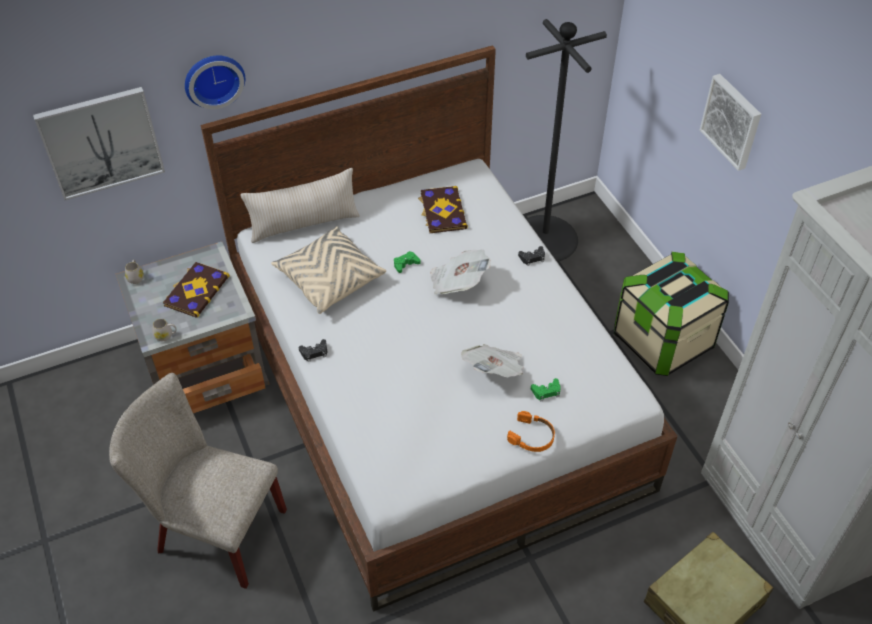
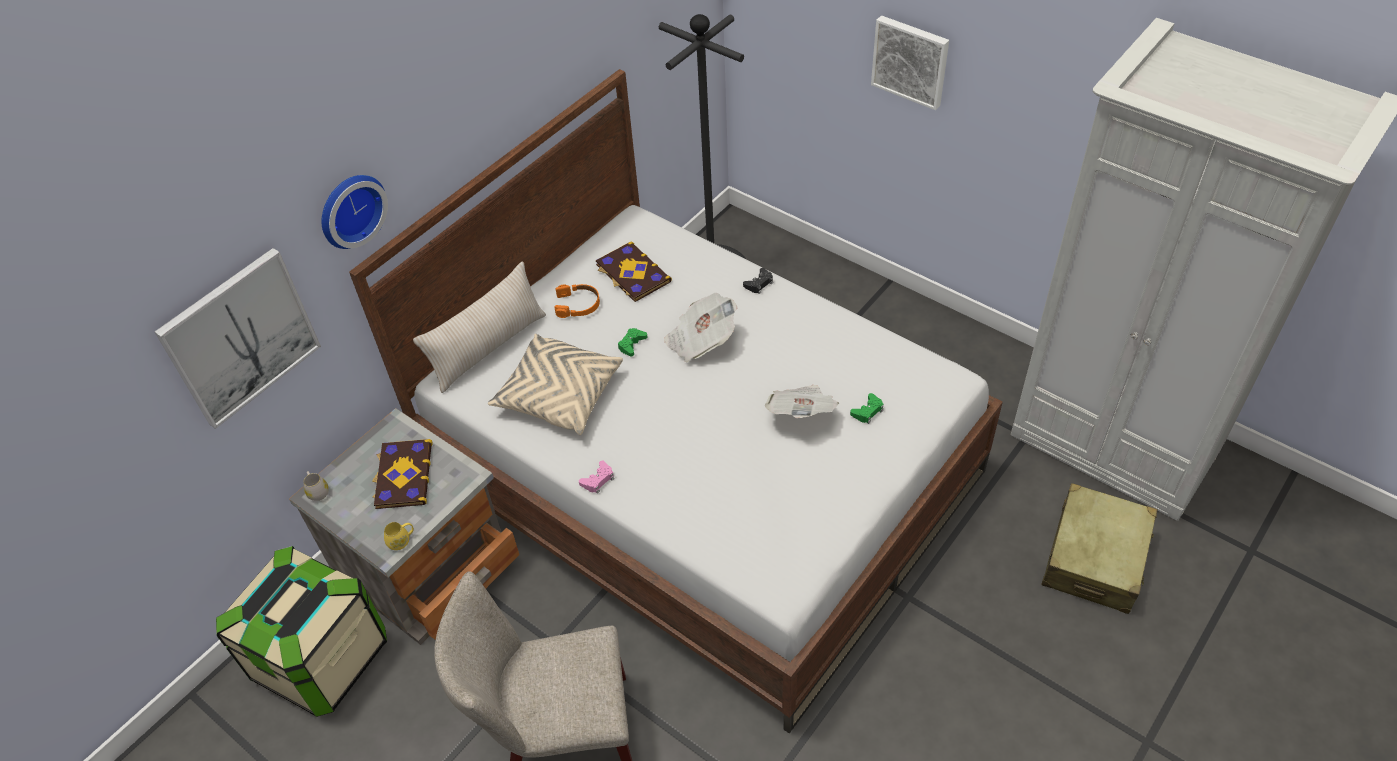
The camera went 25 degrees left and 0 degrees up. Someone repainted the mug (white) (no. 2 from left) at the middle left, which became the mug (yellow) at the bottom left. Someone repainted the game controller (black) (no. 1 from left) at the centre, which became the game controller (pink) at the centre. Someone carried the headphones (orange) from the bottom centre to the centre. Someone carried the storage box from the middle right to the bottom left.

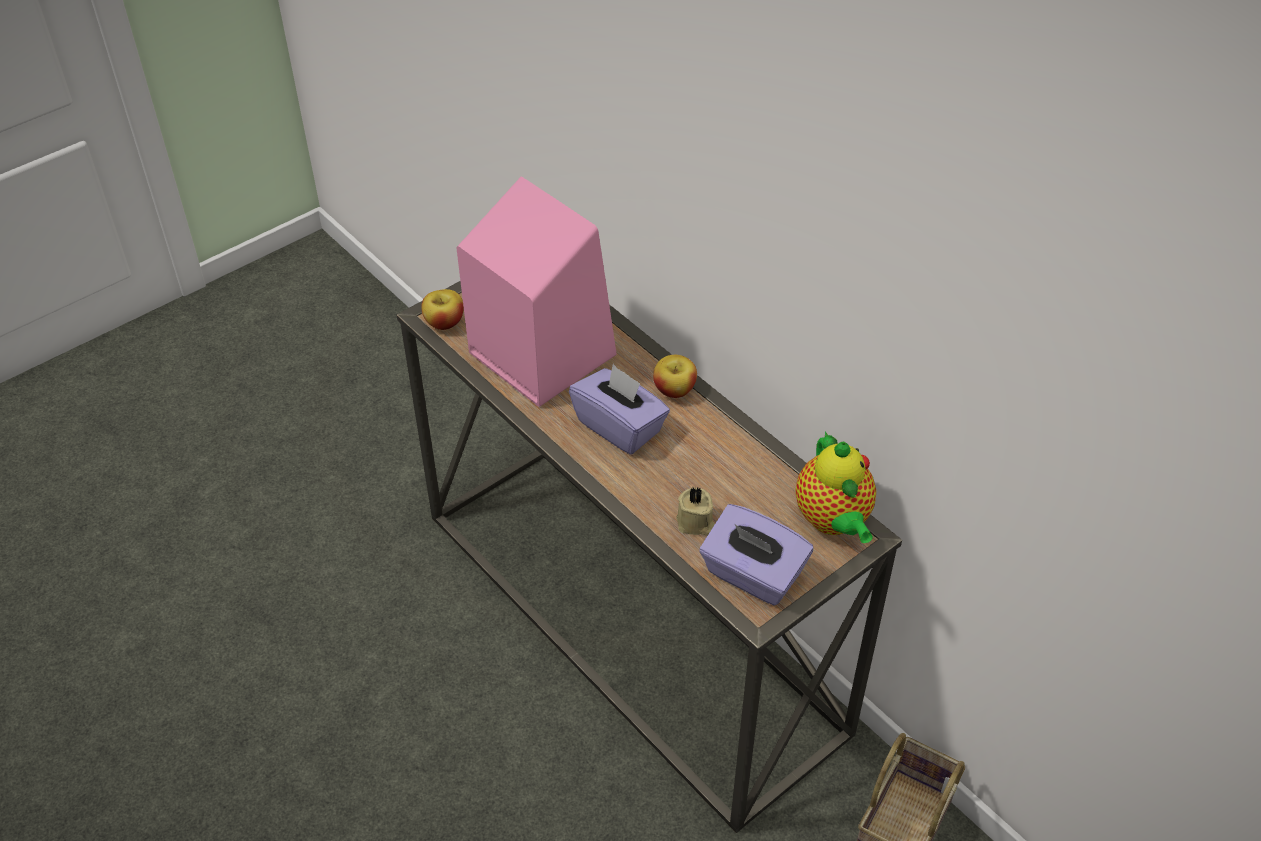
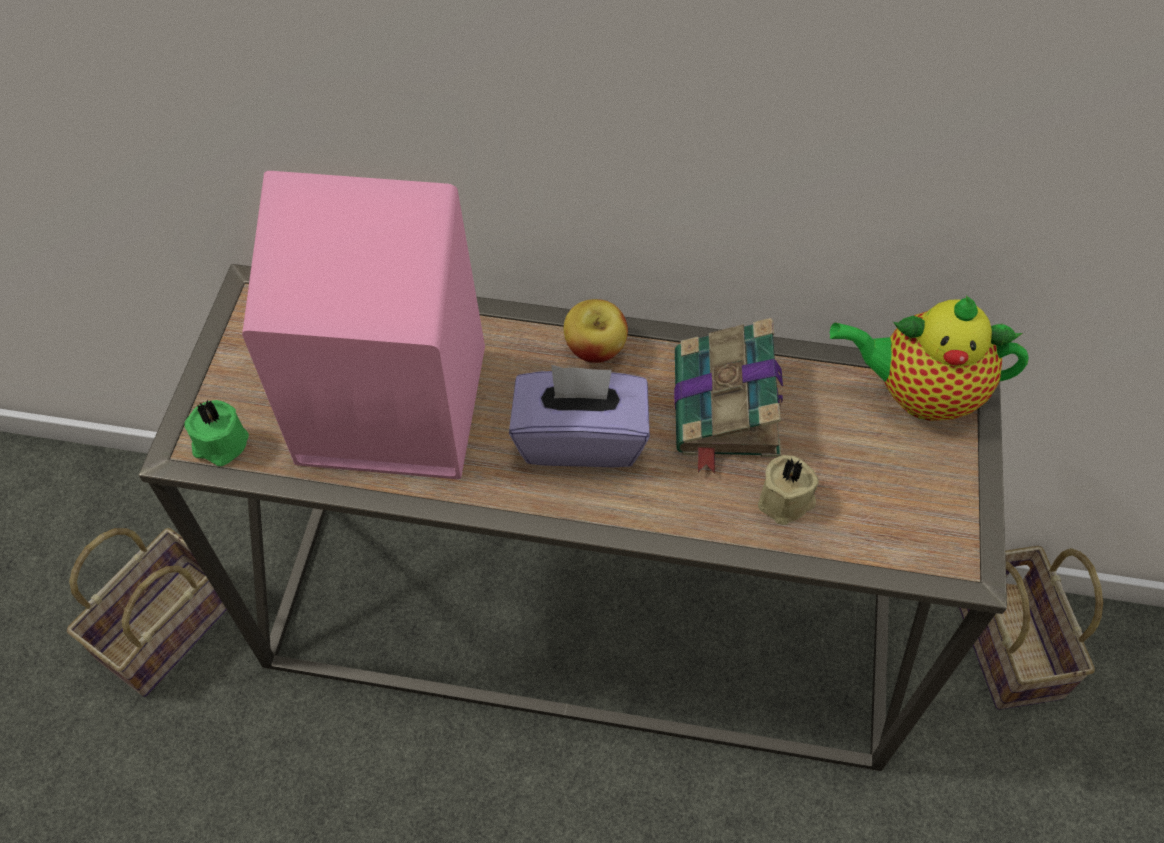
The camera went 40 degrees left and 10 degrees up. Someone swapped the apple (no. 1 from left) at the centre for the candle (green) at the middle left. Someone took away the tissue box (purple) (no. 2 from left) at the centre. Someone rotated the teapot at the centre by 150 degrees clockwise. Someone put down the basket (no. 1 from left) at the bottom left. Someone put down the book at the centre.

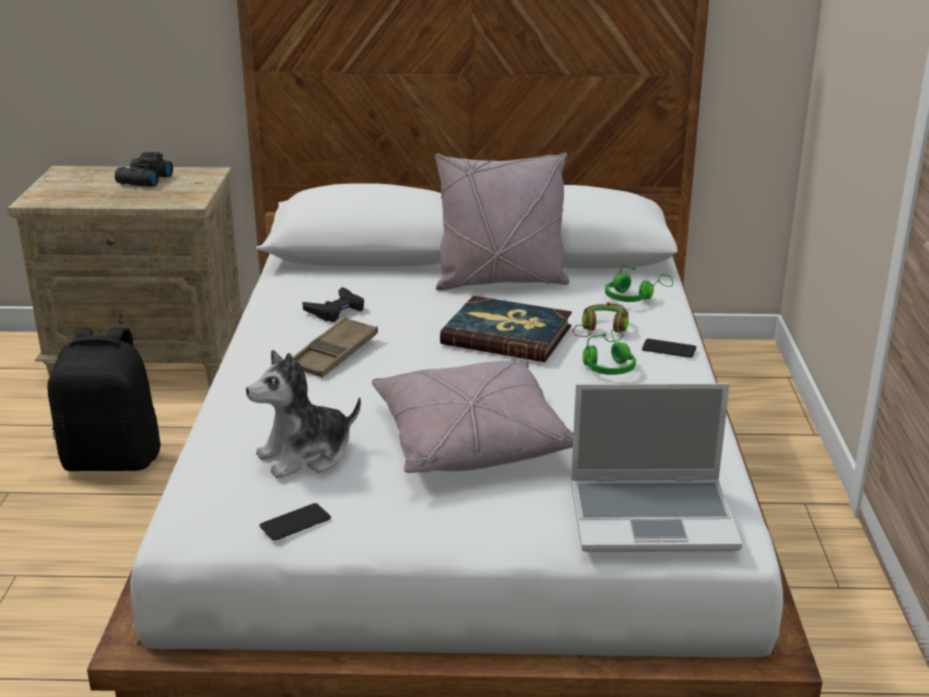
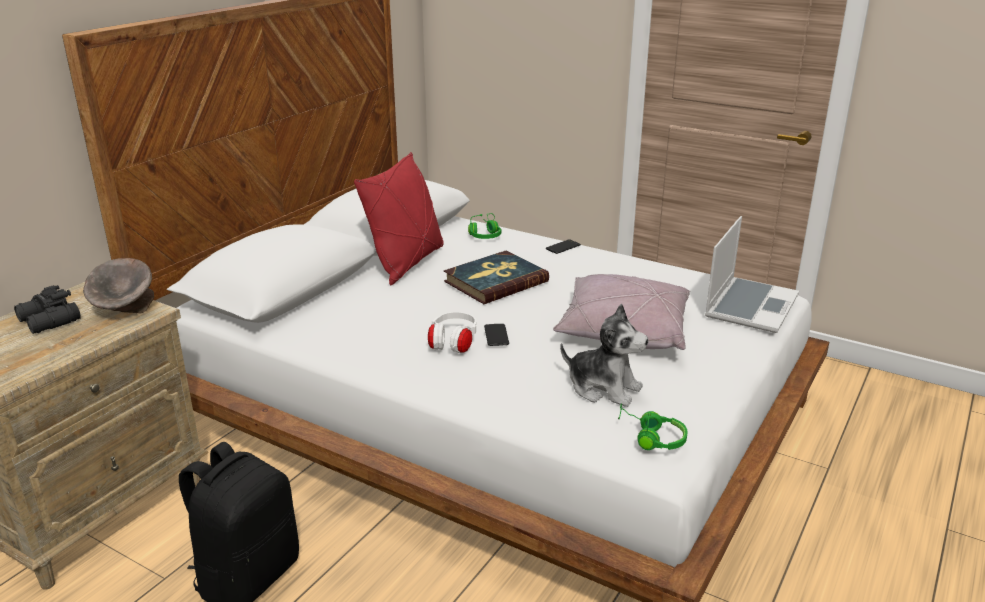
The camera went 60 degrees left and 0 degrees up. Someone rotated the plush toy at the middle left by 60 degrees counterclockwise. Someone carried the phone (no. 1 from left) from the bottom left to the centre. Someone swapped the tray (brown) at the centre for the headphones (white) at the centre. Someone took away the game controller (black) at the centre. Someone repainted the pillow (purple) (no. 2 from left) at the top centre, which became the pillow (red) at the centre. Someone took away the headphones (brown) at the centre. Someone carried the headphones (green) (no. 1 from left in the first image) from the centre to the bottom centre. Someone put down the bowl (grey) at the middle left.

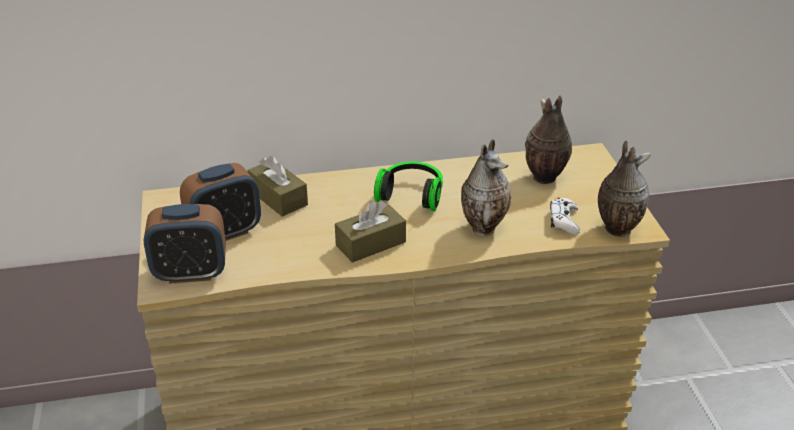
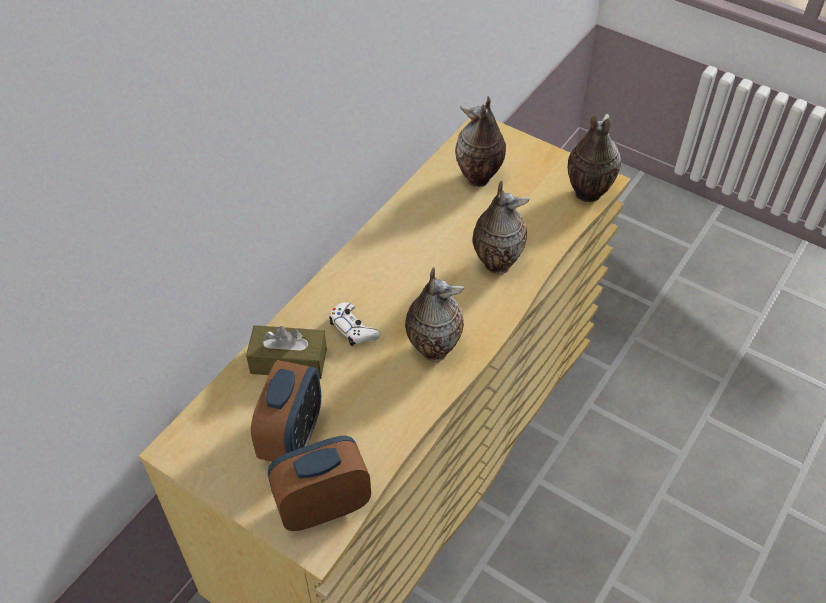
The camera went 45 degrees left and 15 degrees up. Someone rotated the alarm clock (no. 1 from left in the first image) at the middle left by 150 degrees counterclockwise. Someone swapped the tissue box (brown) (no. 2 from left) at the centre for the vase (no. 1 from left) at the centre. Someone took away the headphones at the centre. Someone carried the game controller (white) from the middle right to the centre.

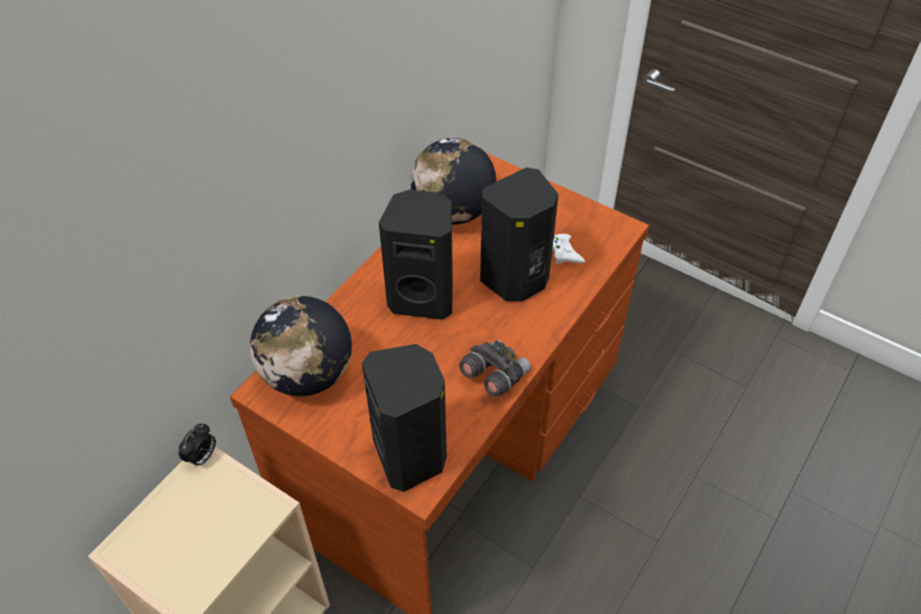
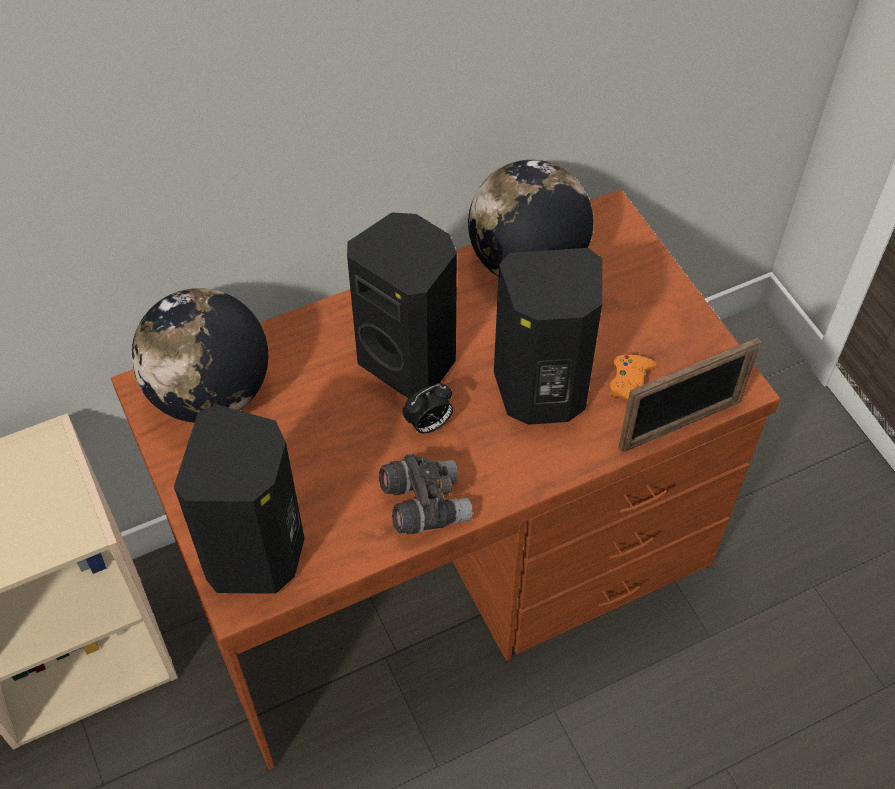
The camera went 30 degrees right and 5 degrees up. Someone carried the alarm clock from the bottom left to the centre. Someone repainted the game controller (white) at the centre, which became the game controller (orange) at the middle right. Someone put down the picture frame at the middle right.

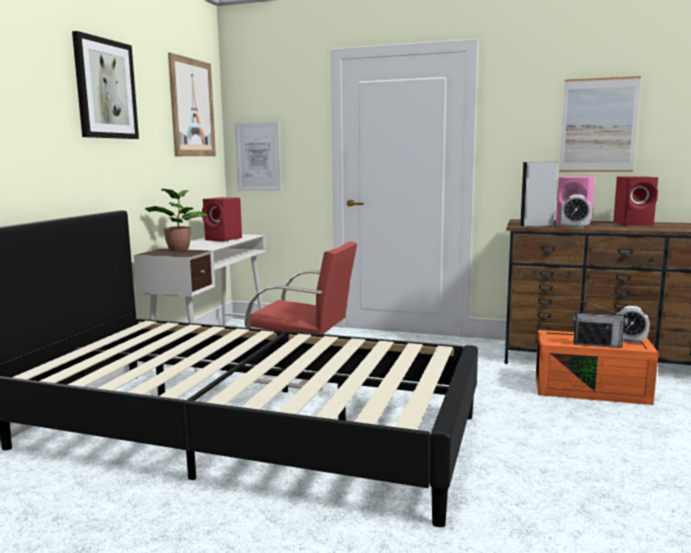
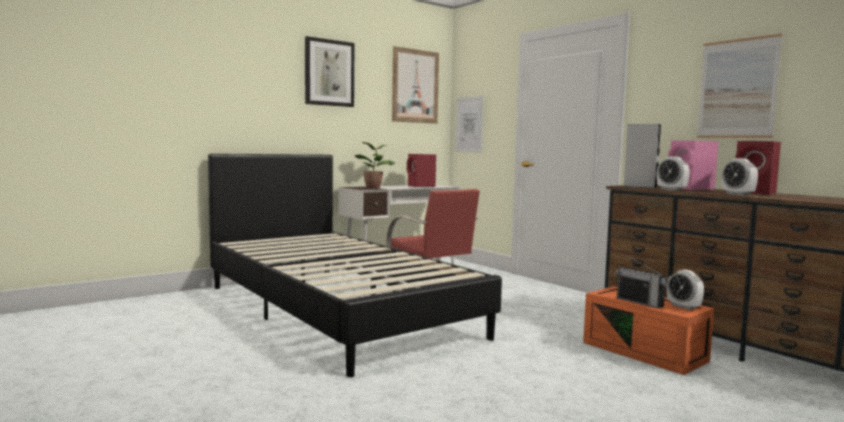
The camera went 35 degrees right and 5 degrees down. Someone put down the alarm clock (no. 3 from left) at the middle right.

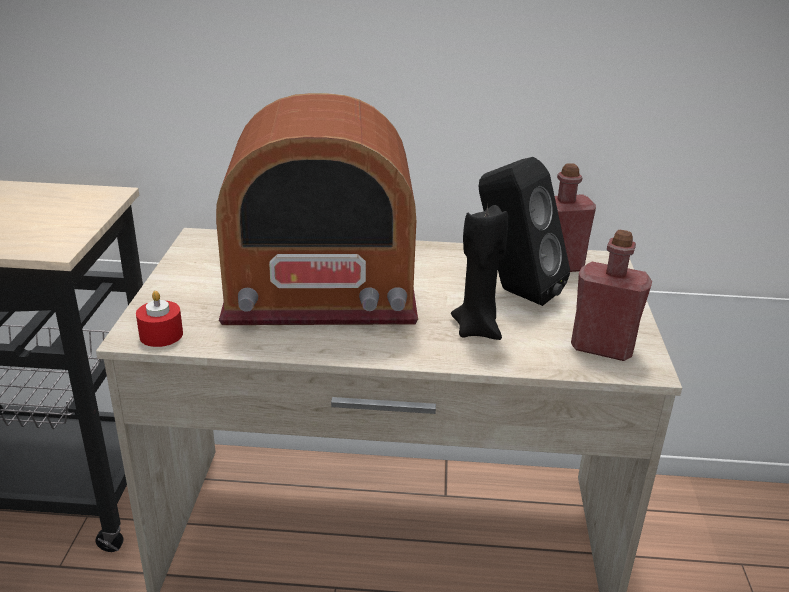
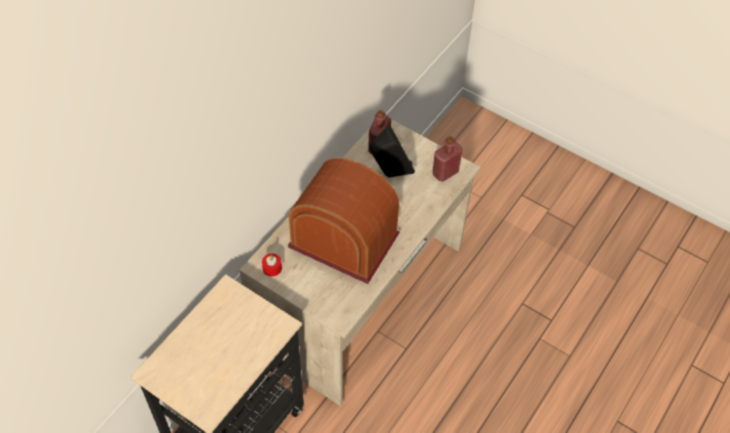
The camera went 60 degrees left and 25 degrees up. Someone carried the candle (red) from the middle left to the centre. Someone rotated the radio at the centre by 90 degrees counterclockwise. Someone took away the candle (black) at the centre.

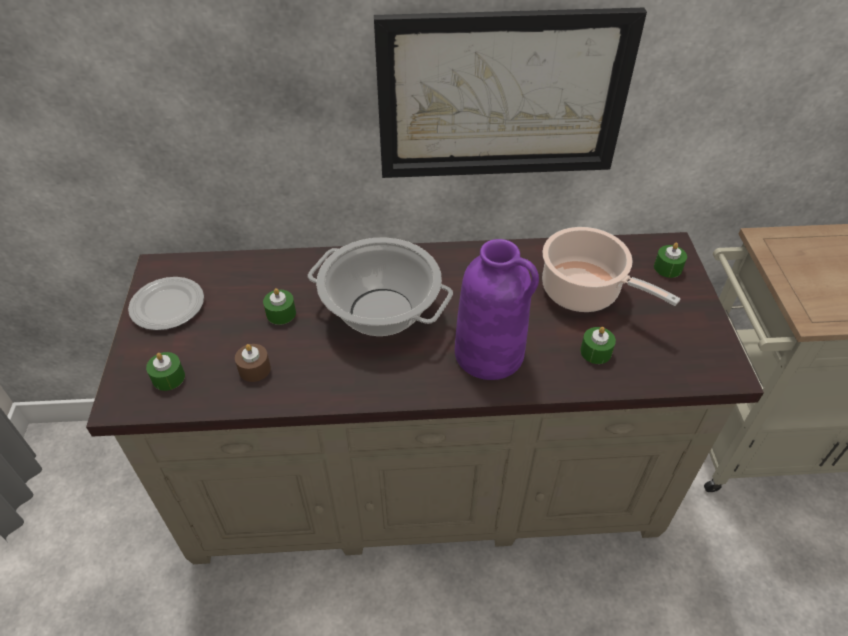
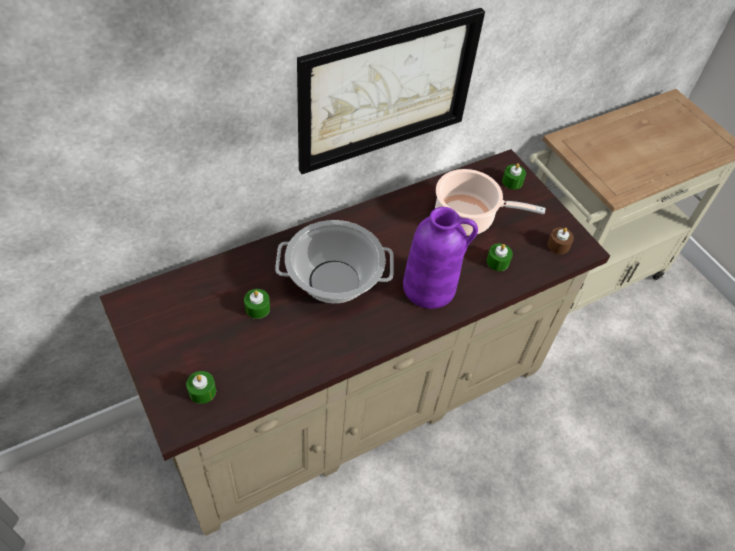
The camera went 30 degrees left and 5 degrees up. Someone took away the plate at the middle left. Someone carried the candle (brown) from the middle left to the middle right.

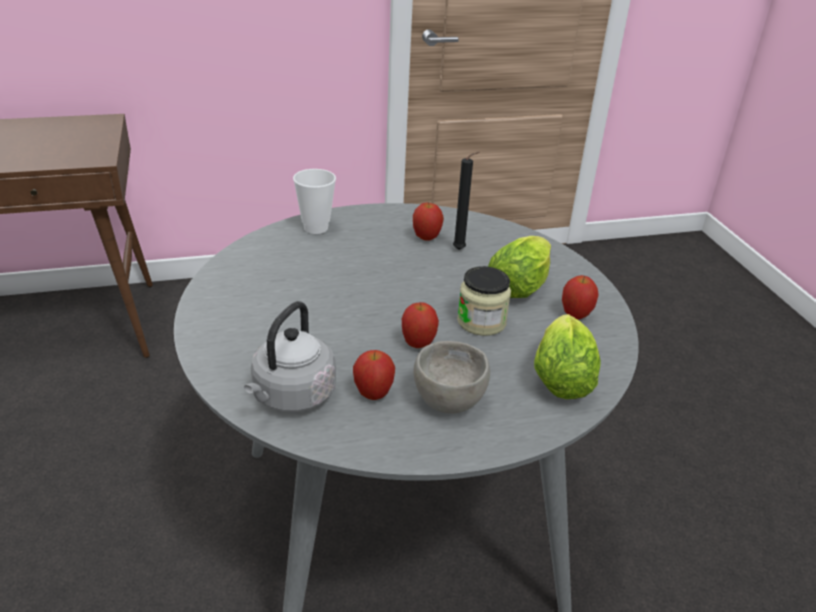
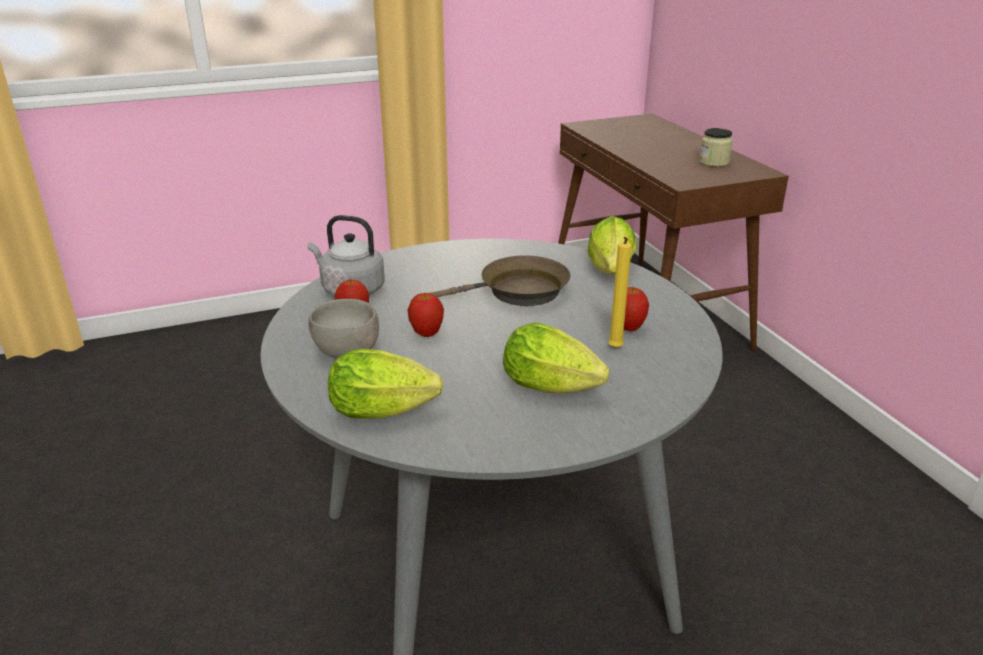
The camera went 85 degrees right and 5 degrees down. Someone swapped the cup at the top centre for the lettuce (no. 3 from left) at the centre. Someone repainted the candle (black) at the top centre, which became the candle (yellow) at the centre. Someone carried the jar from the centre to the top right. Someone took away the apple (no. 4 from left) at the middle right. Someone put down the frying pan (brown) at the centre.

